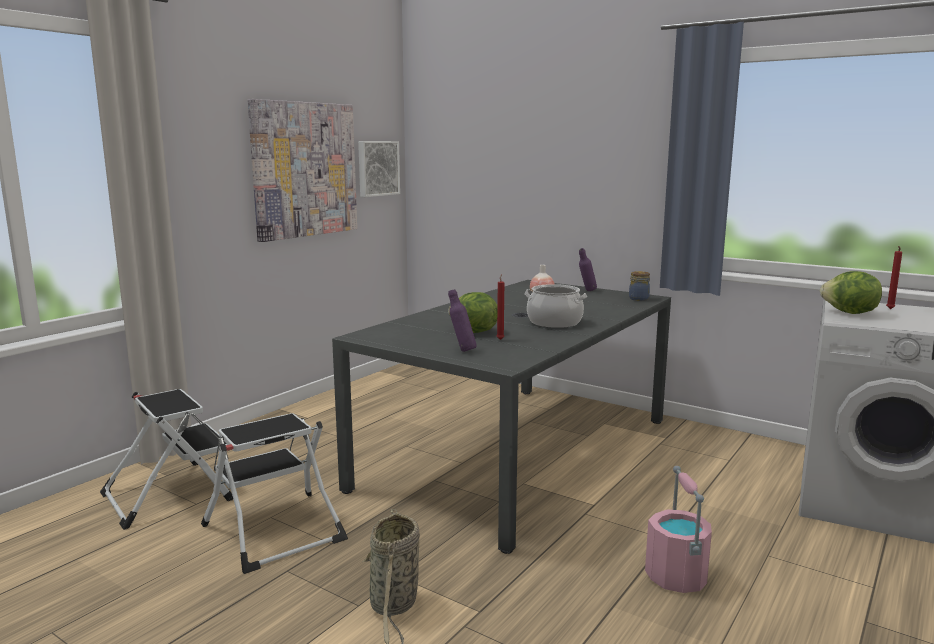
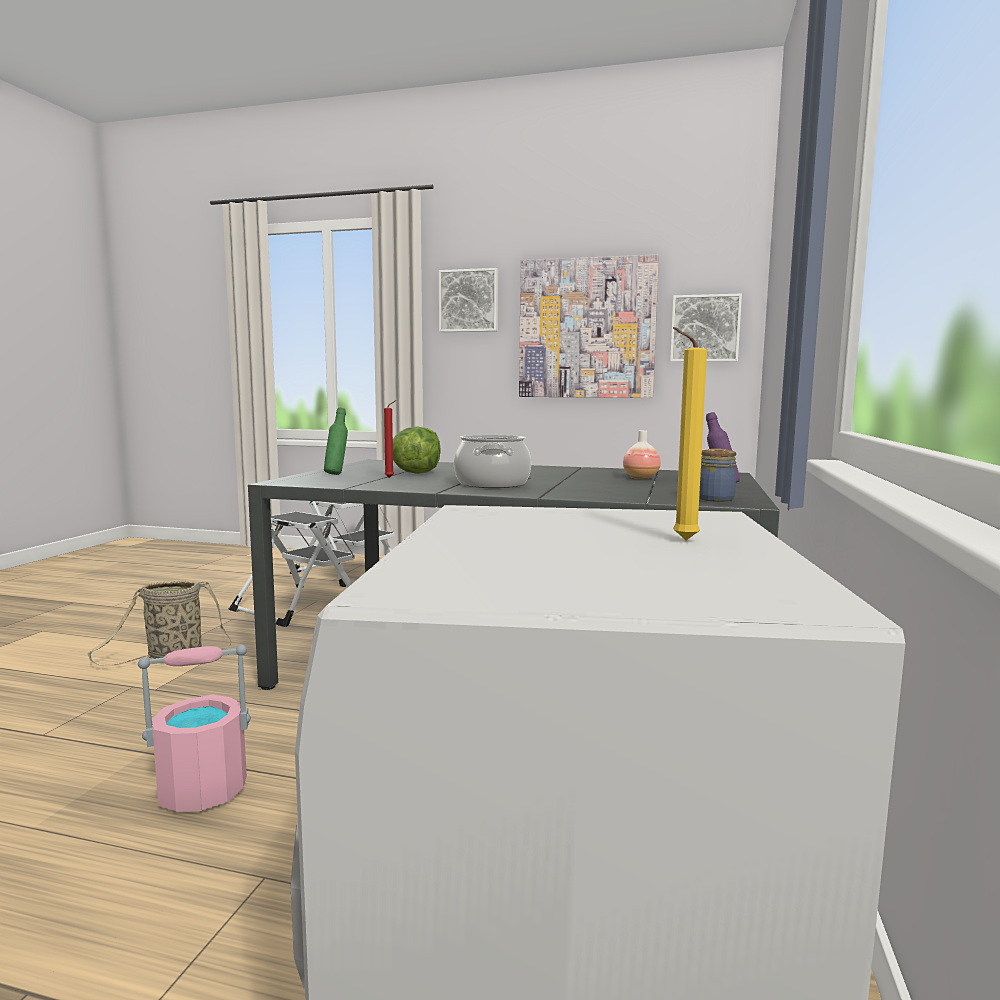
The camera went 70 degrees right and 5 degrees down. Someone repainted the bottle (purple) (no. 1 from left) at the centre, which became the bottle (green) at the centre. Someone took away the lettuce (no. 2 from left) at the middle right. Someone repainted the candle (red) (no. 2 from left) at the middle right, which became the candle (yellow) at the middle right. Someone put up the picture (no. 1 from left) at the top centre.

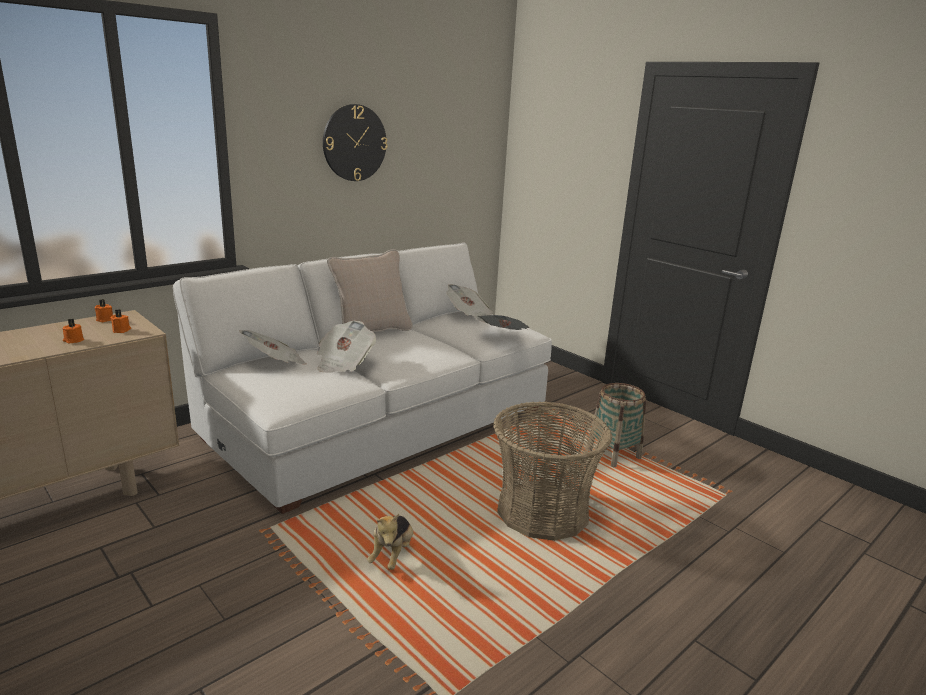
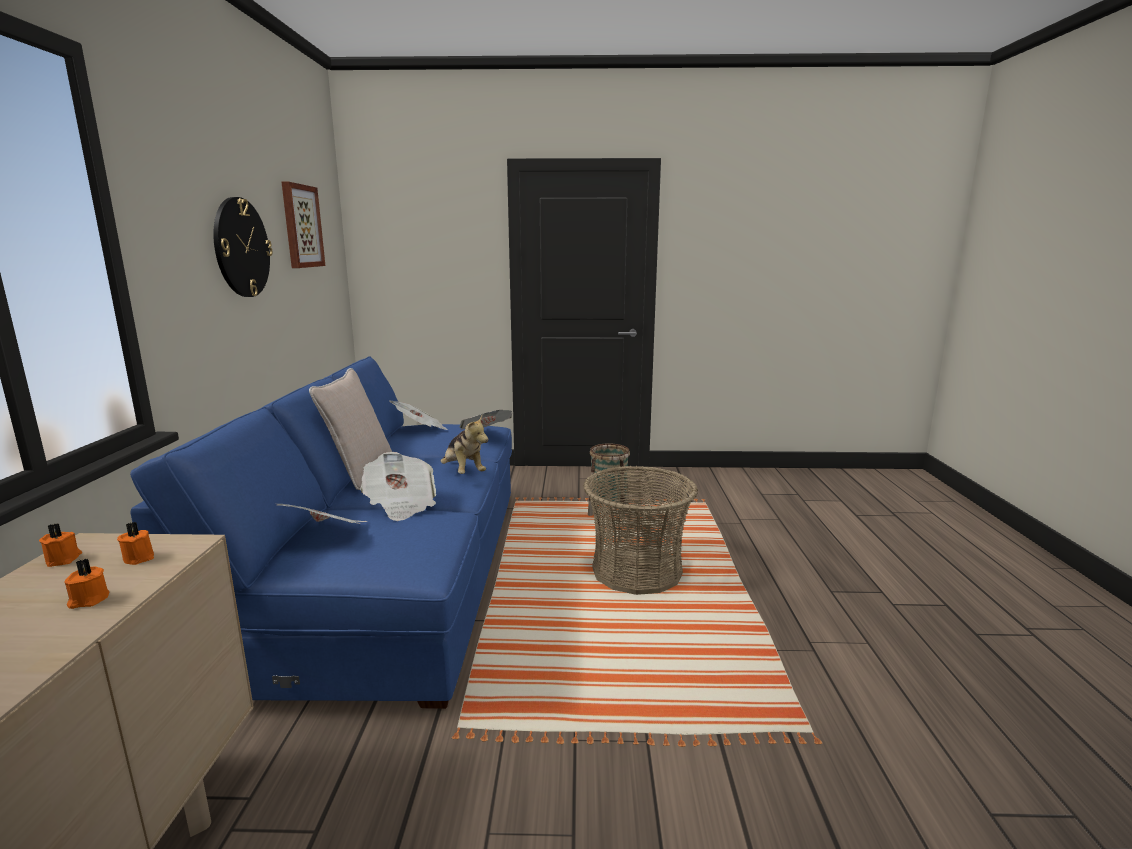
The camera went 45 degrees left and 5 degrees down. Someone repainted the sofa (white) at the centre, which became the sofa (blue) at the middle left. Someone carried the plush toy from the bottom centre to the centre. Someone put up the picture at the top left.

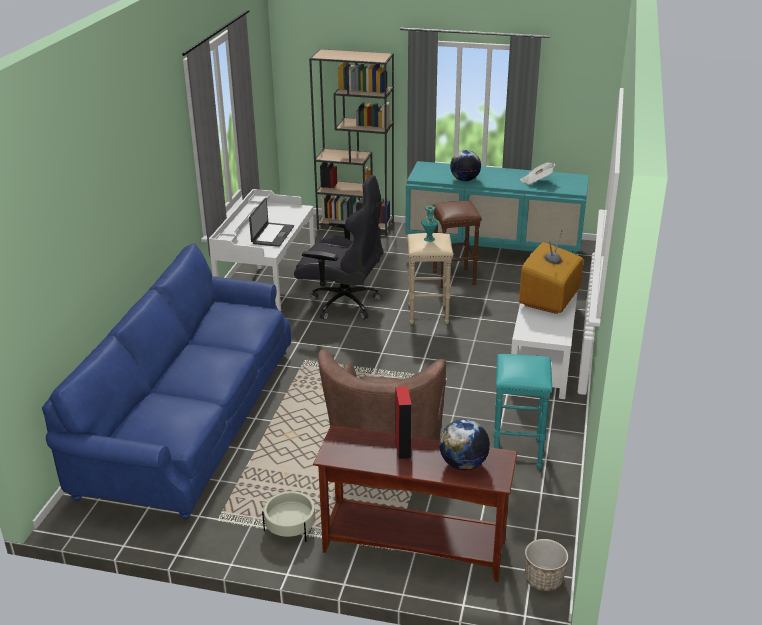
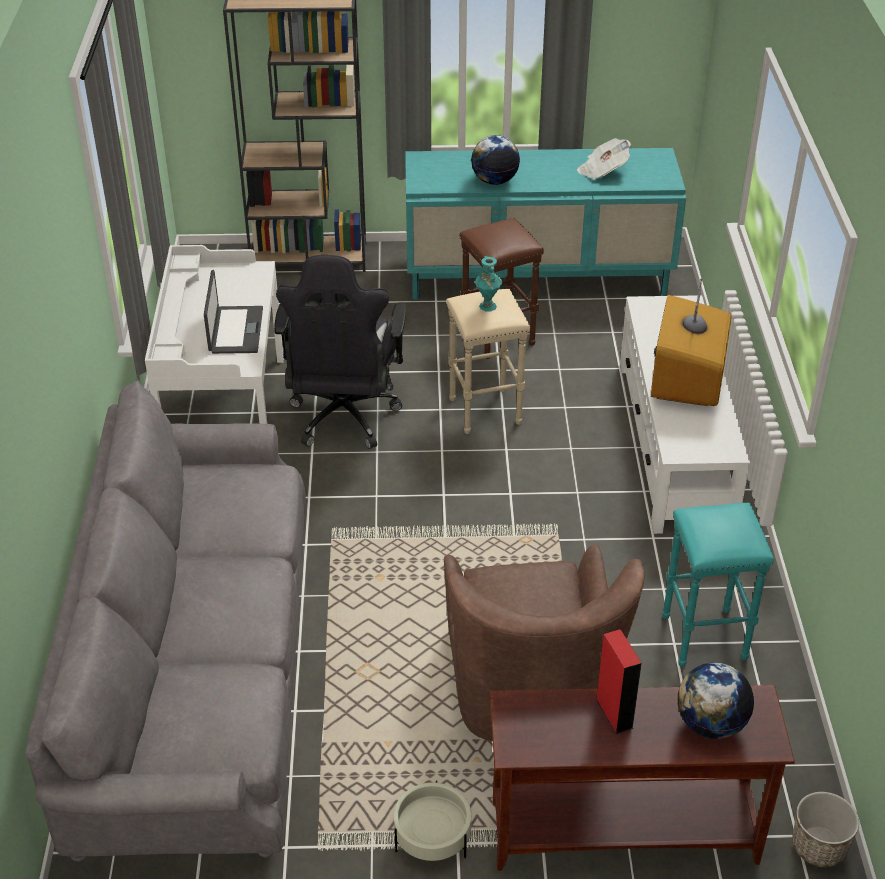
The camera went 15 degrees left and 10 degrees up. Someone repainted the sofa (blue) at the middle left, which became the sofa (grey) at the bottom left. Someone rotated the office chair (black) at the centre by 90 degrees clockwise.

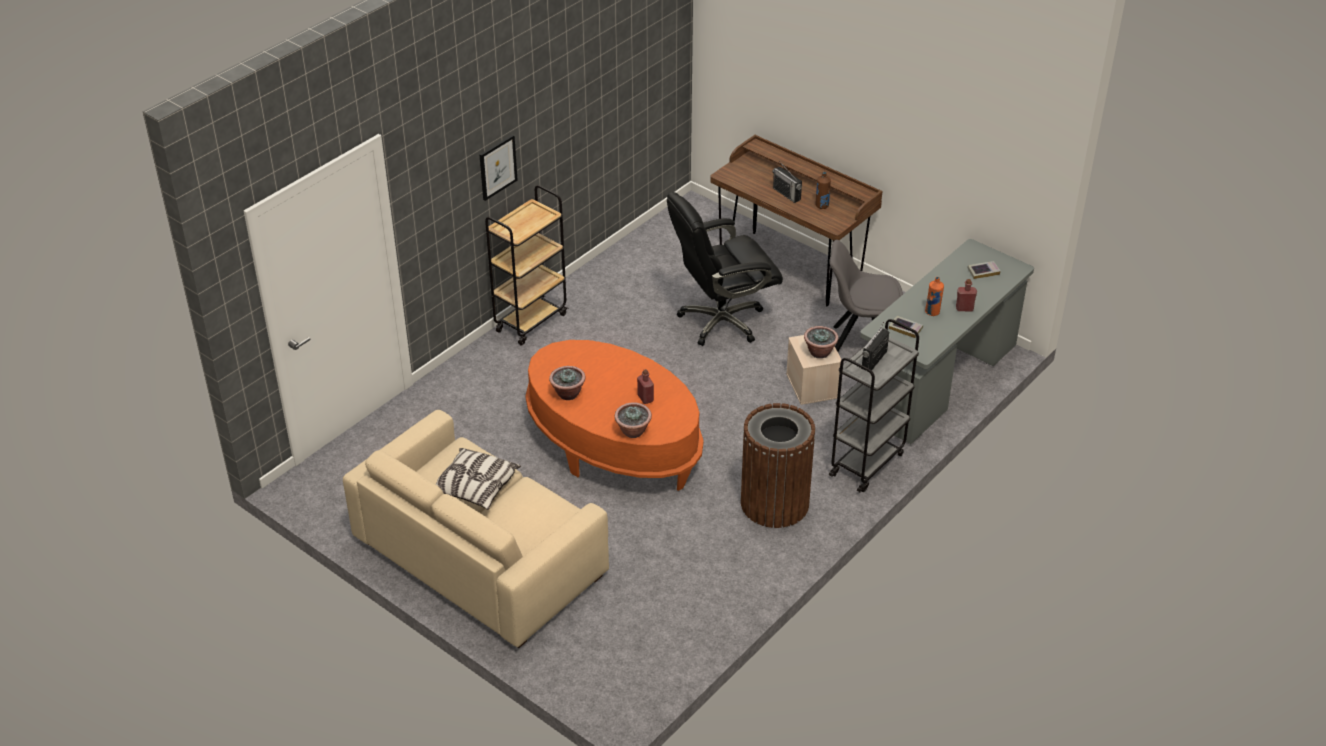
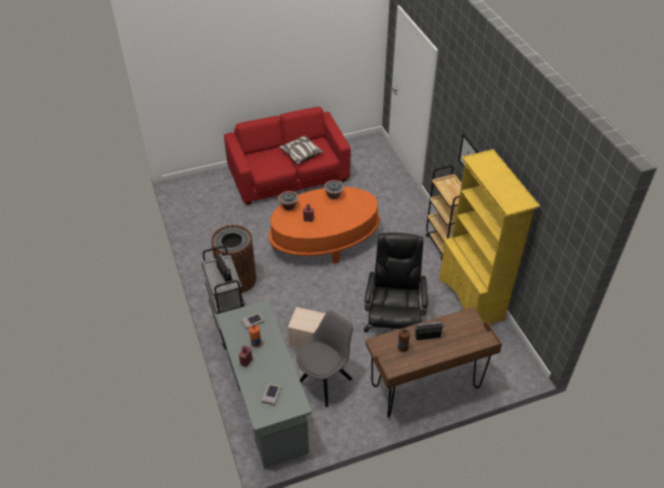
The camera went 120 degrees right and 5 degrees up. Someone repainted the sofa (beige) at the bottom centre, which became the sofa (red) at the top centre. Someone took away the potted plant (no. 3 from left) at the centre. Someone put down the bookcase (yellow) at the middle right.

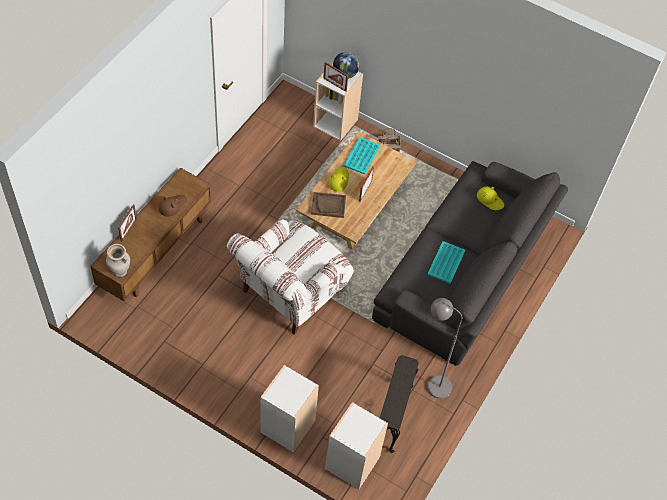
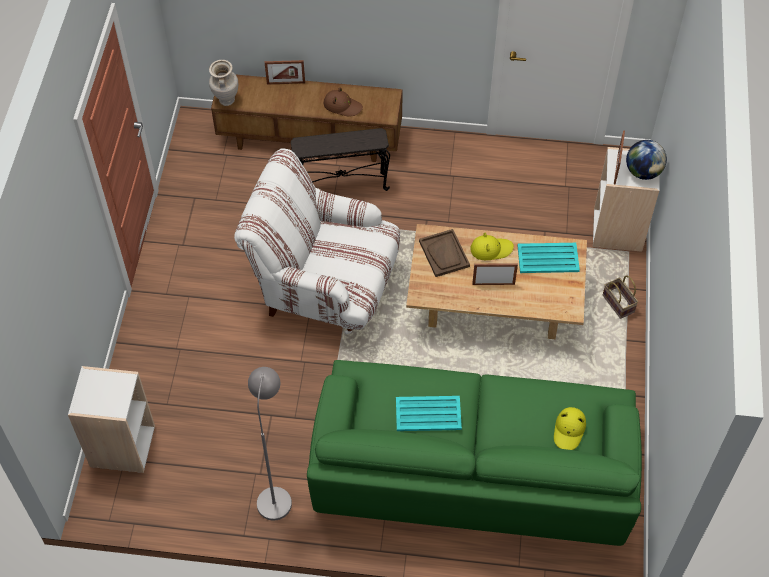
The camera went 70 degrees right and 0 degrees up. Someone took away the bookcase (no. 1 from left) at the bottom centre. Someone repainted the sofa (grey) at the middle right, which became the sofa (green) at the bottom centre. Someone carried the side table (black) from the bottom centre to the top centre.

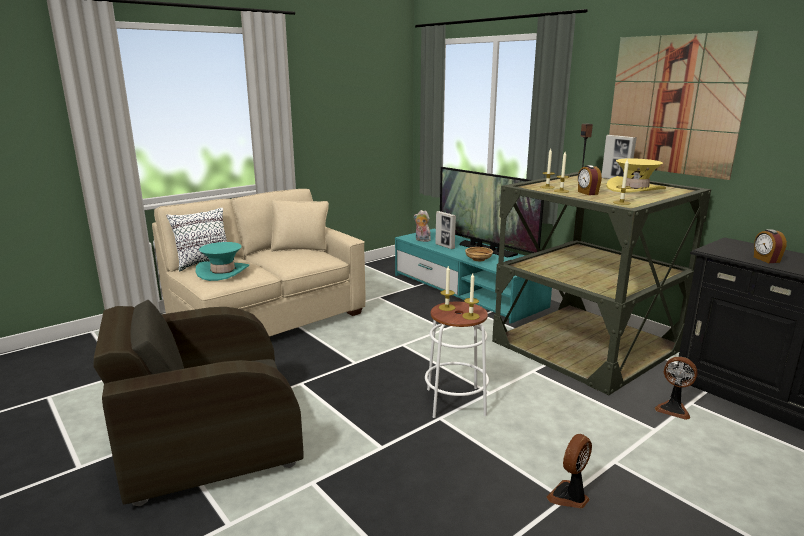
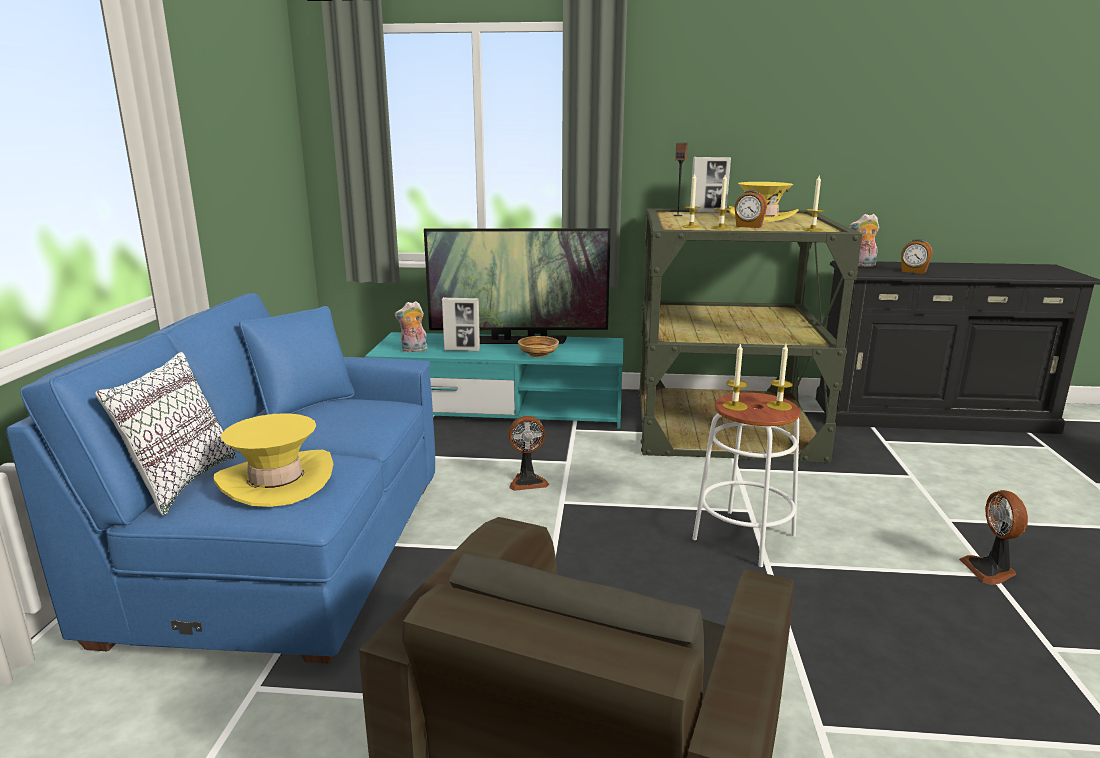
The camera went 45 degrees left and 0 degrees up. Someone repainted the sofa (beige) at the middle left, which became the sofa (blue) at the middle left. Someone repainted the hat (turquoise) at the middle left, which became the hat (yellow) (no. 1 from left) at the middle left. Someone took away the picture at the top right. Someone carried the fan (no. 2 from left in the first image) from the bottom right to the centre. Someone put down the plush toy (no. 2 from left) at the top right.

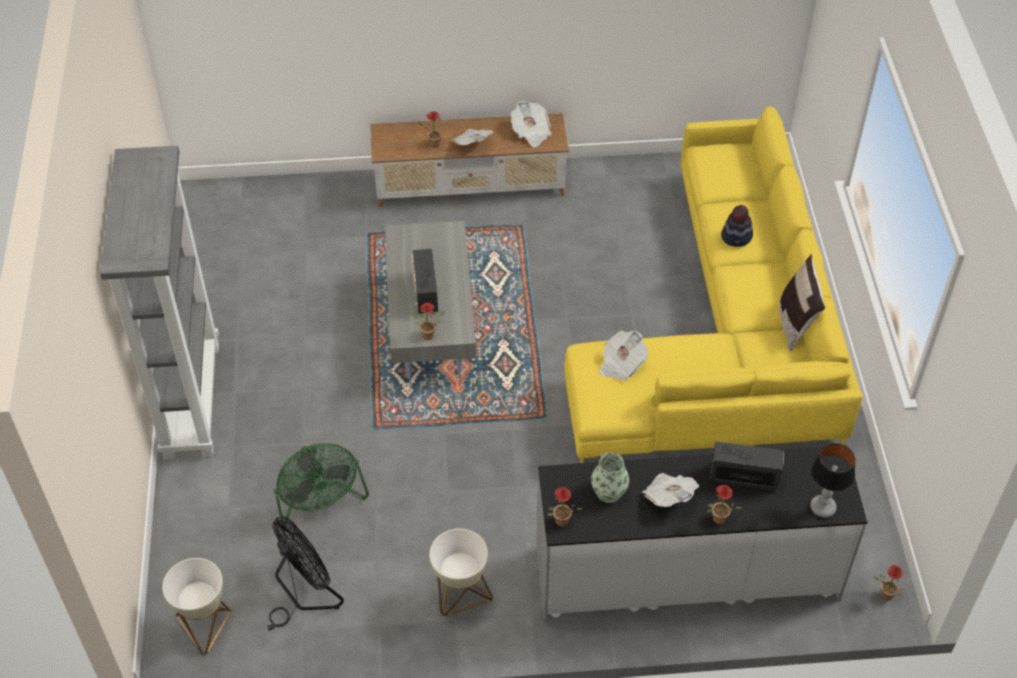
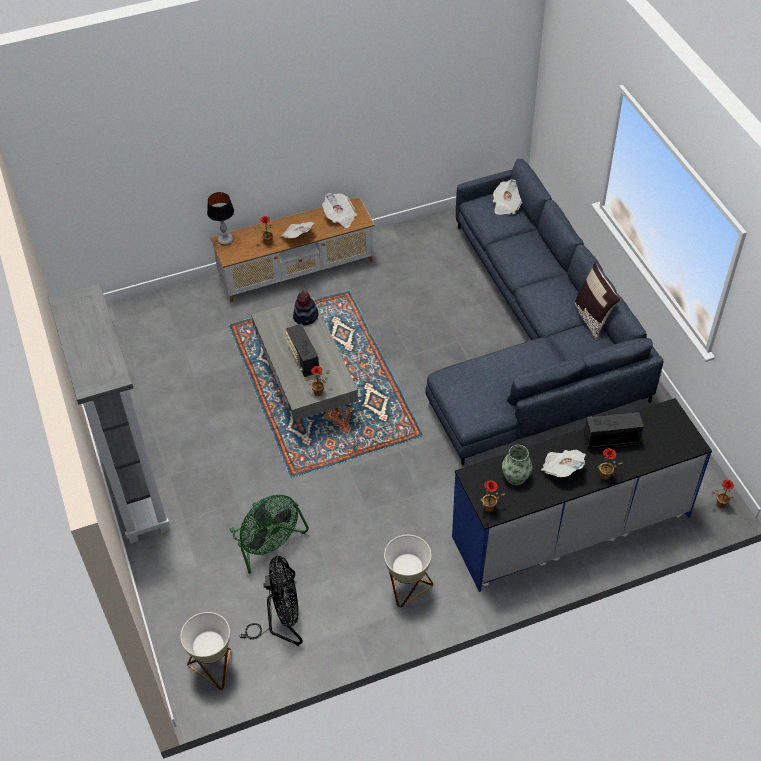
The camera went 15 degrees left and 0 degrees up. Someone rotated the fan (black) at the bottom left by 45 degrees clockwise. Someone repainted the dresser (grey) at the bottom right, which became the dresser (blue) at the middle right. Someone repainted the sofa (yellow) at the middle right, which became the sofa (blue) at the middle right. Someone carried the newspaper (no. 3 from left) from the centre to the top centre. Someone carried the hat from the middle right to the centre. Someone carried the table lamp from the bottom right to the top left.

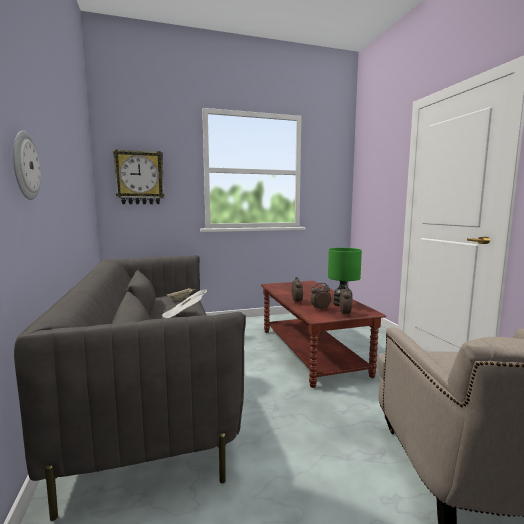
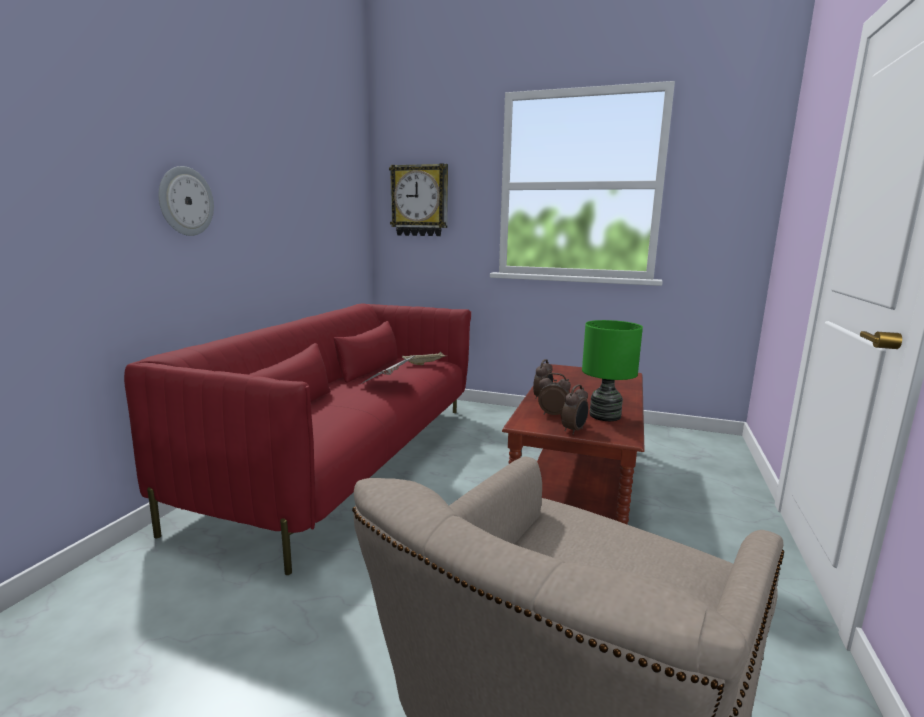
The camera went 35 degrees right and 5 degrees up. Someone repainted the sofa (grey) at the bottom left, which became the sofa (red) at the middle left.

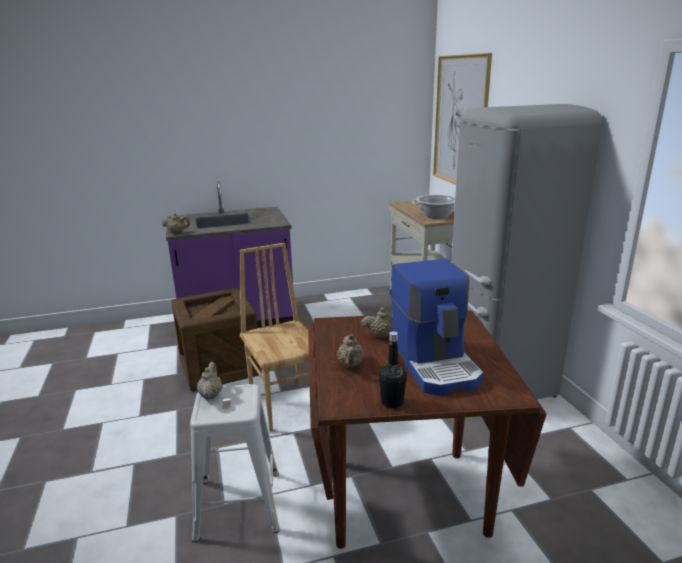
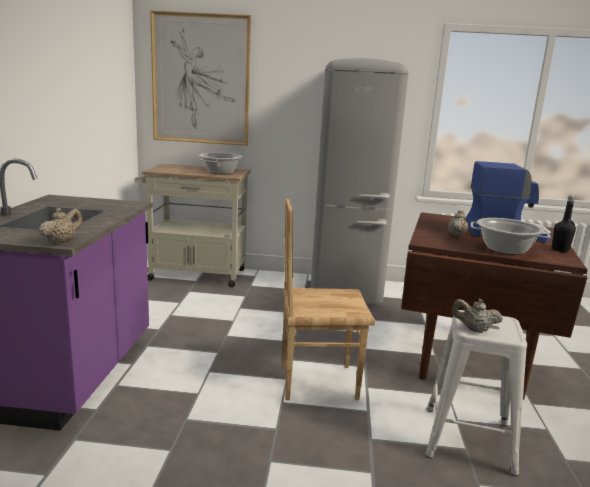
The camera went 70 degrees left and 5 degrees down. Someone took away the crate at the middle left. Someone swapped the teapot (beige) (no. 3 from left) at the centre for the cooking pot (no. 2 from left) at the middle right.

